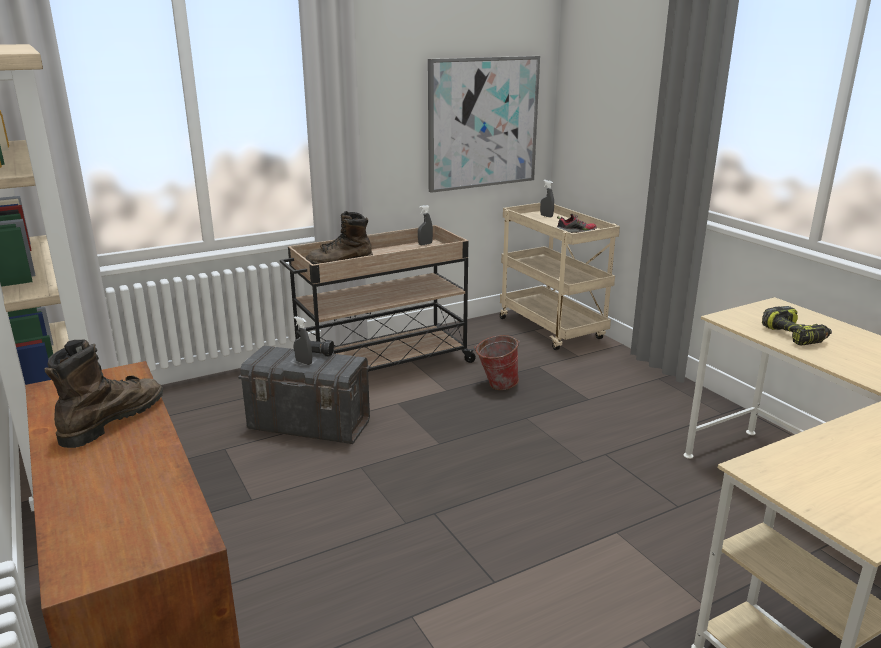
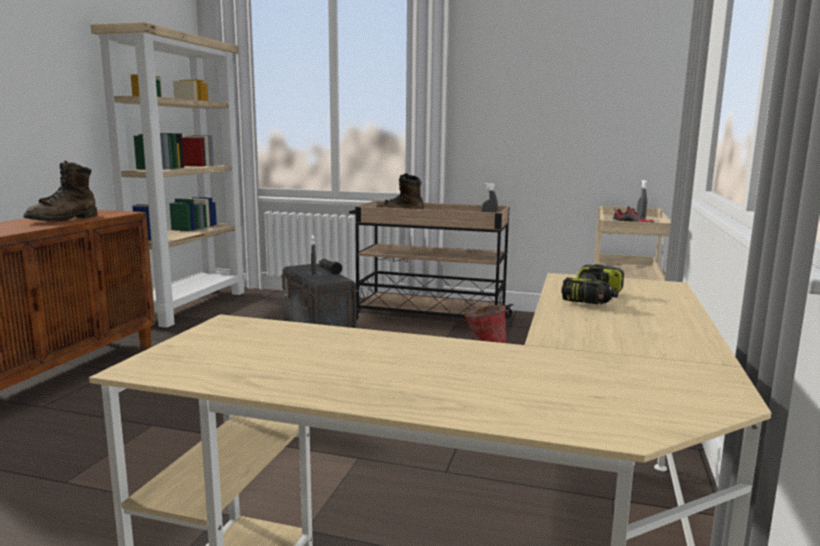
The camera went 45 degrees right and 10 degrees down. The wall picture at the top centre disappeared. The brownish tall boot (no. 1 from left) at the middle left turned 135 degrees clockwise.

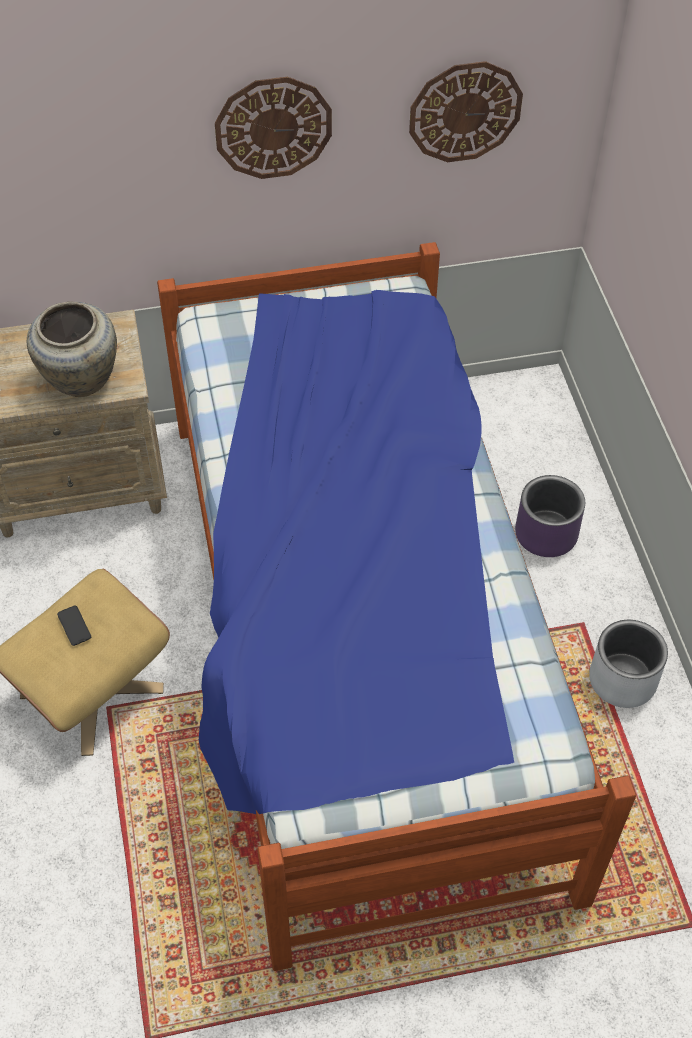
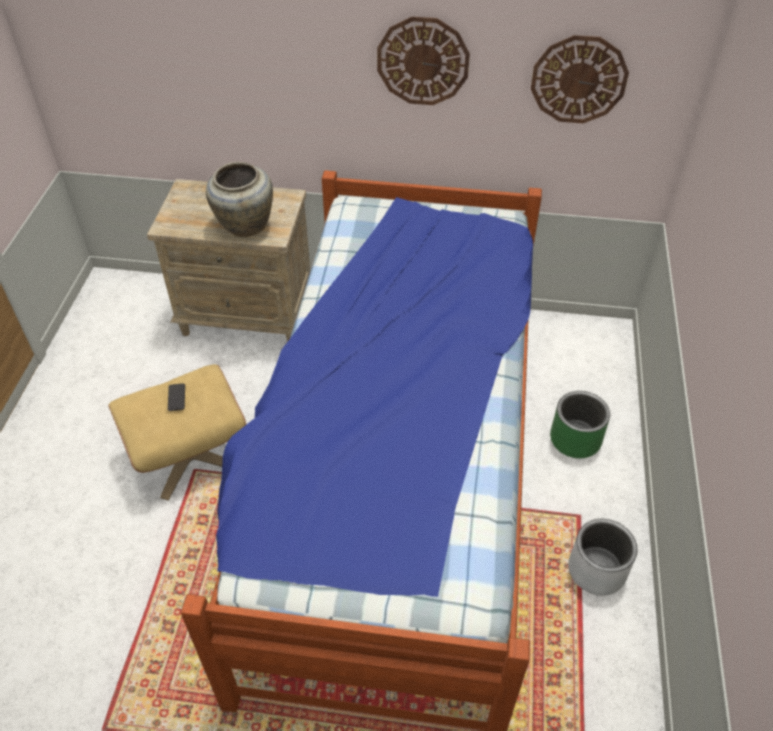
The camera went 20 degrees right and 5 degrees down. The purple planter at the middle right became the green-coloured planter at the middle right.

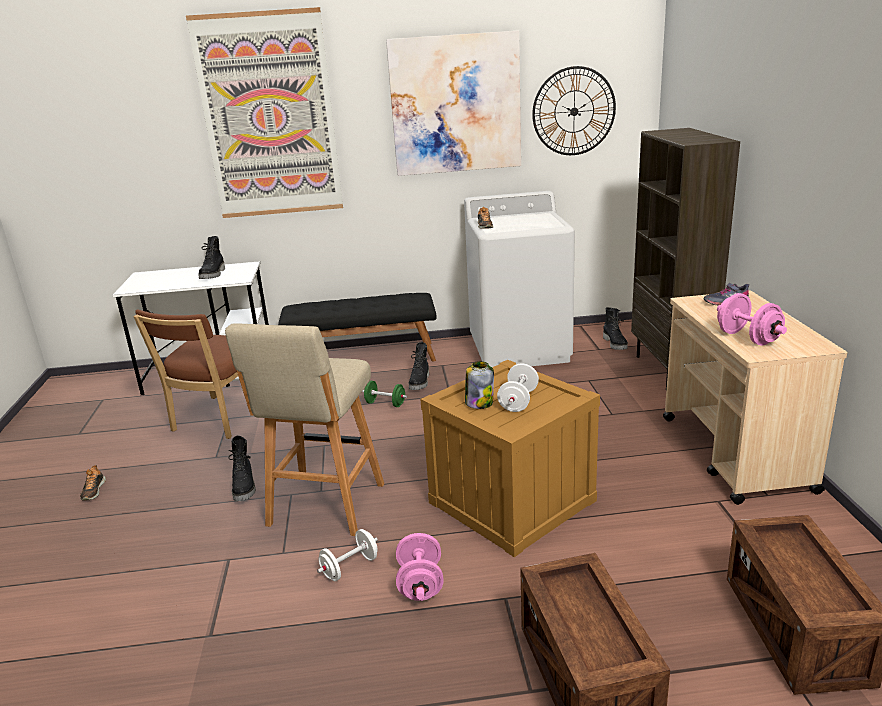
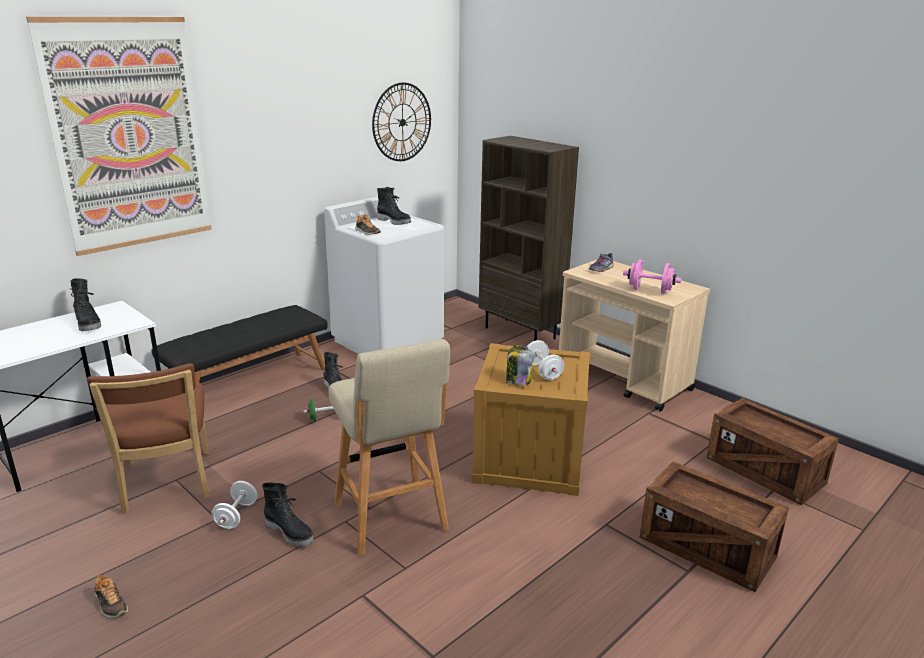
The camera went 40 degrees left and 0 degrees up. The wall picture (no. 2 from left) at the top centre disappeared. The black tall boot (no. 4 from left) moved from the middle right to the top centre. The white-coloured hand weight (no. 1 from left) moved from the bottom centre to the bottom left. The pink-coloured hand weight (no. 1 from left) at the bottom centre disappeared.

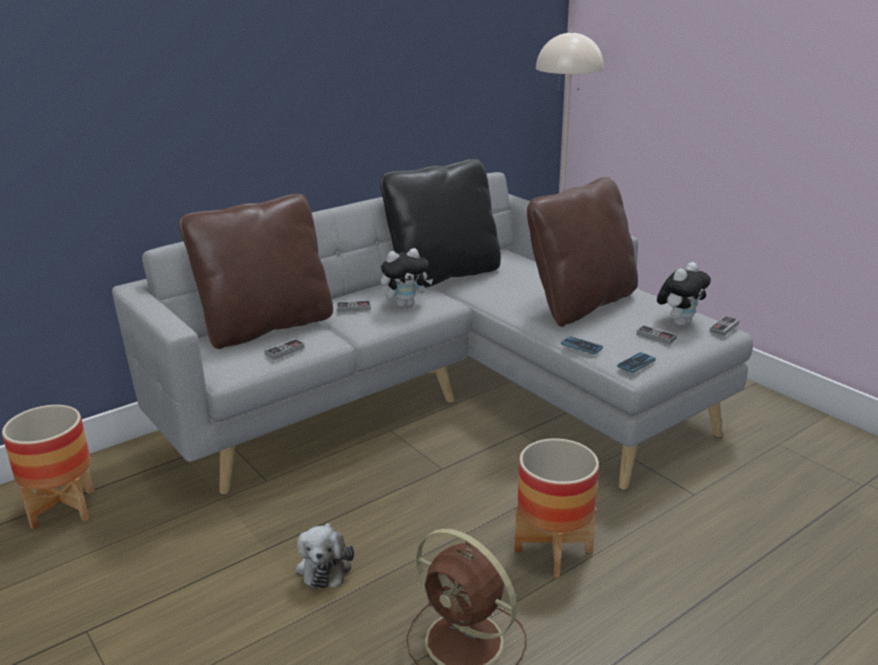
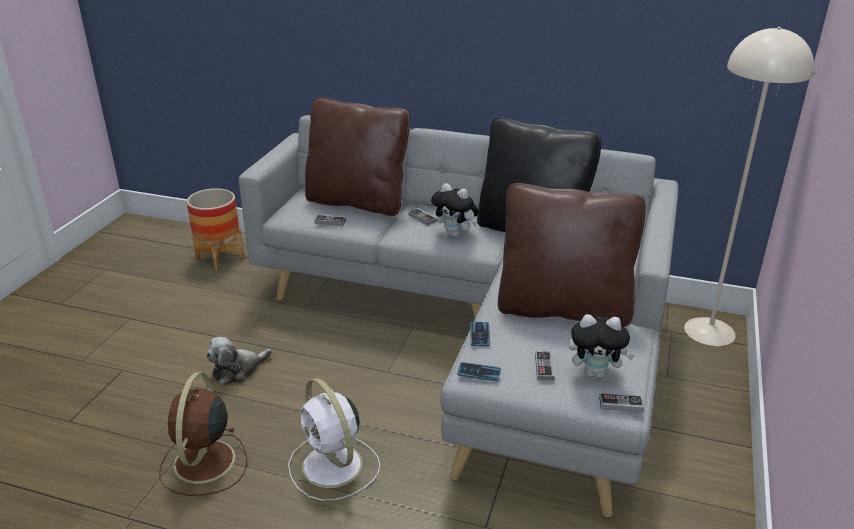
The camera went 55 degrees right and 5 degrees up. The planter (no. 2 from left) at the bottom centre was replaced by the white-coloured cooling fan at the bottom centre.

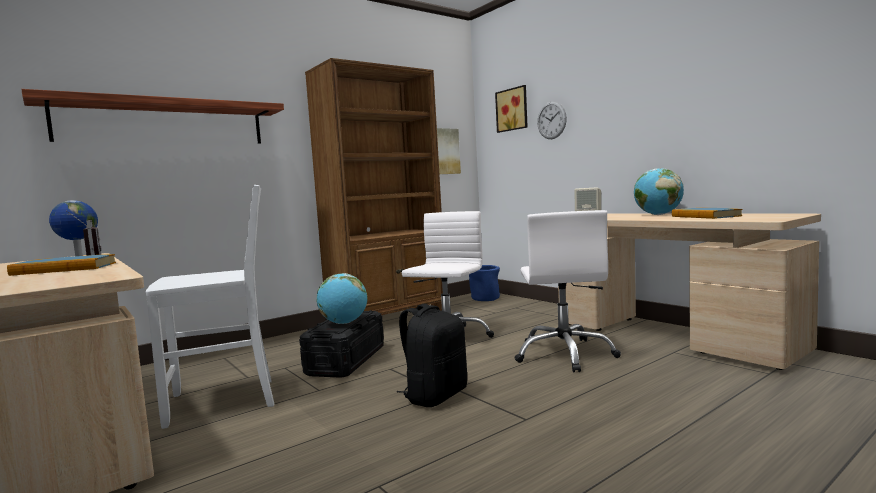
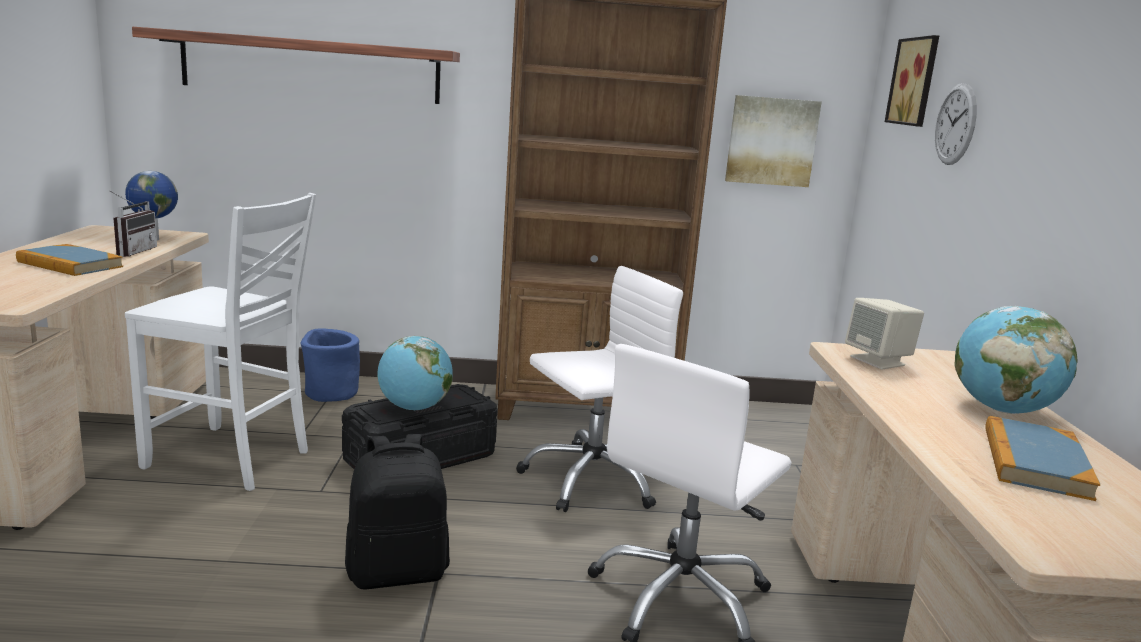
The camera went 35 degrees right and 10 degrees up. The bluish planter moved from the centre to the middle left.

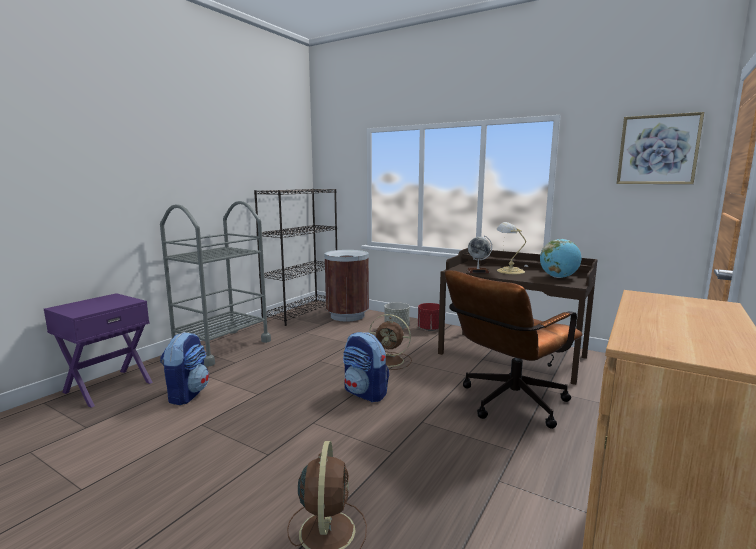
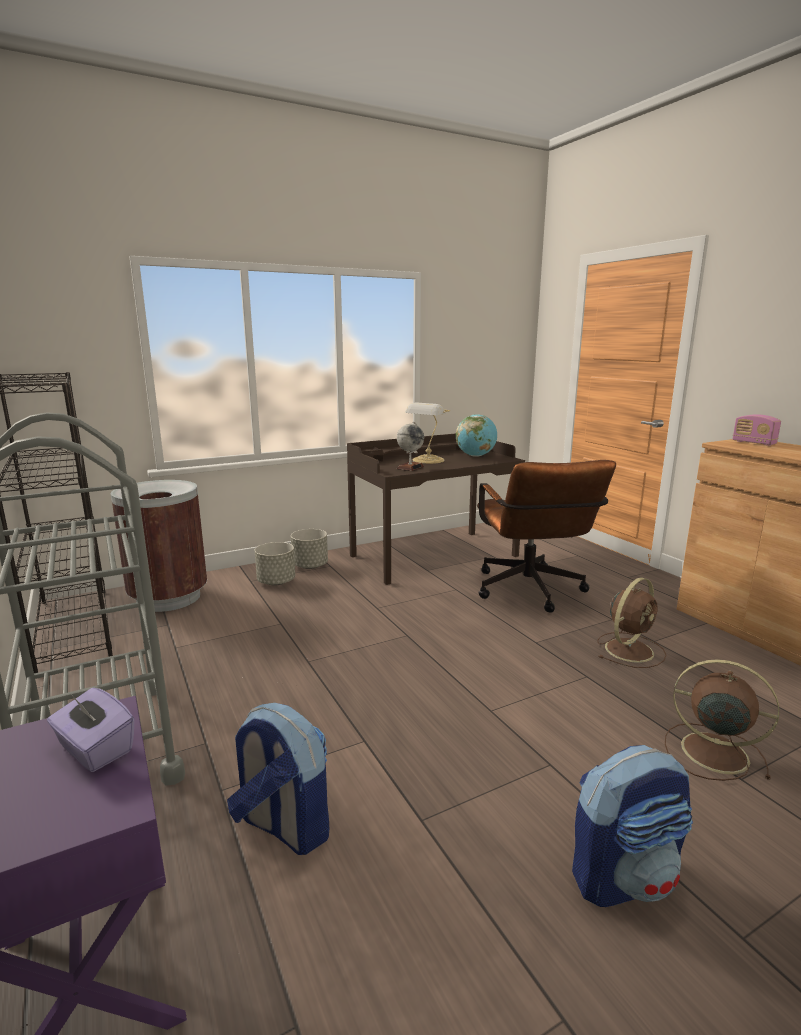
The camera went 60 degrees left and 5 degrees up. The wall picture at the top right disappeared. The red-coloured planter at the centre became the greyish planter (no. 2 from left) at the centre. The brownish cooling fan (no. 2 from left in the first image) moved from the centre to the middle right. The backpack (no. 2 from left) moved from the bottom centre to the bottom right. The radio set at the middle right appeared. The purple tissue holder at the bottom left appeared.

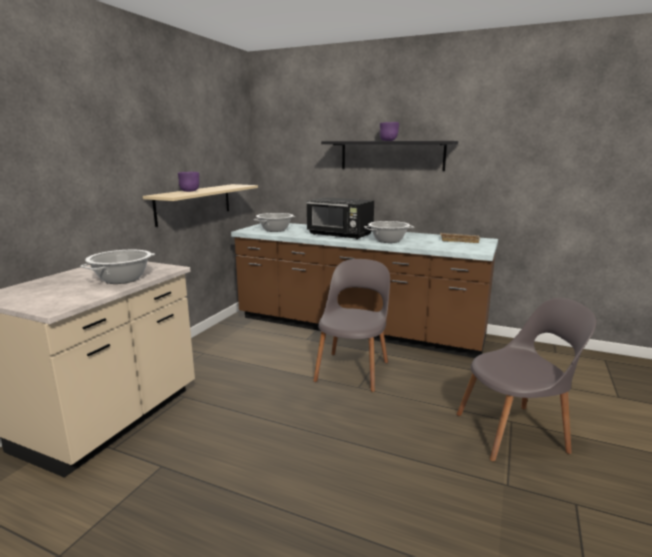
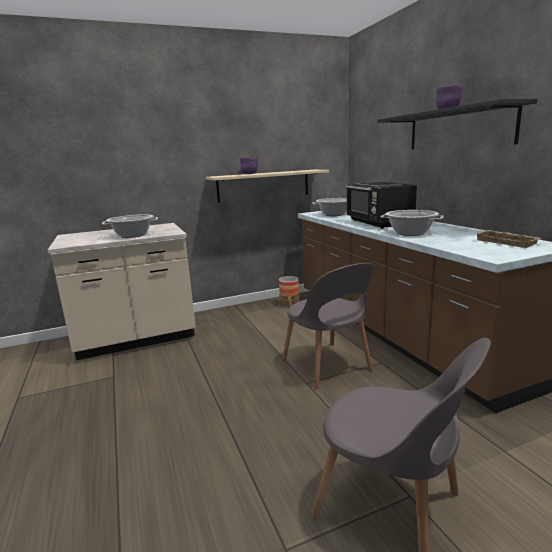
The camera went 45 degrees right and 0 degrees up. The greyish plain chair (no. 1 from left) at the centre turned 90 degrees clockwise. The planter at the centre appeared.

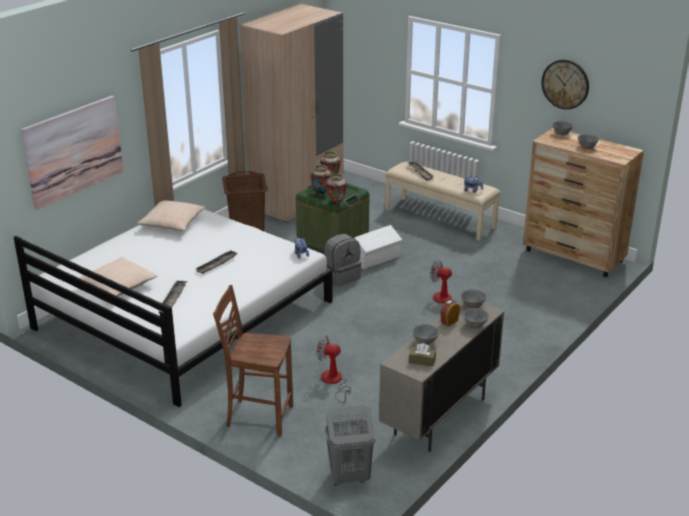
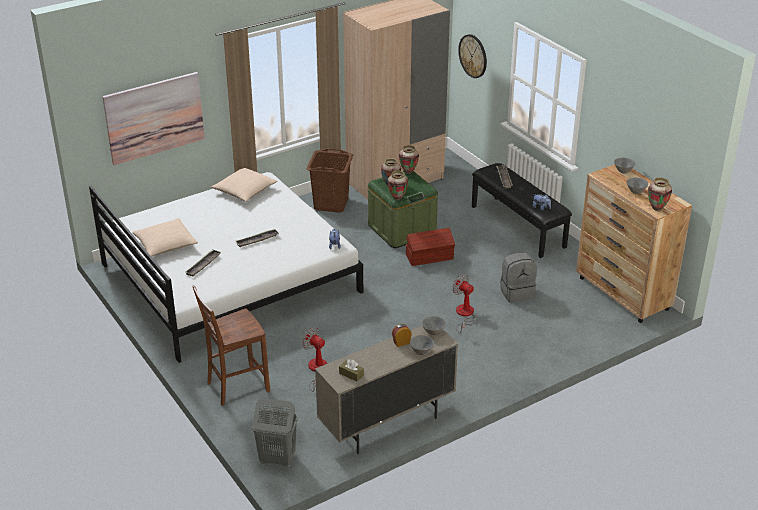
The camera went 20 degrees right and 5 degrees up. The wall clock moved from the top right to the top centre. The beige-coloured indoor bench at the centre became the black indoor bench at the middle right. The white-coloured storage container at the centre became the brownish storage container at the centre. The greyish backpack moved from the centre to the middle right. The brownish plain chair at the bottom centre turned 60 degrees counterclockwise. The greyish bowl (no. 1 from left) at the centre disappeared. The decorative vase (no. 4 from left) at the middle right appeared.

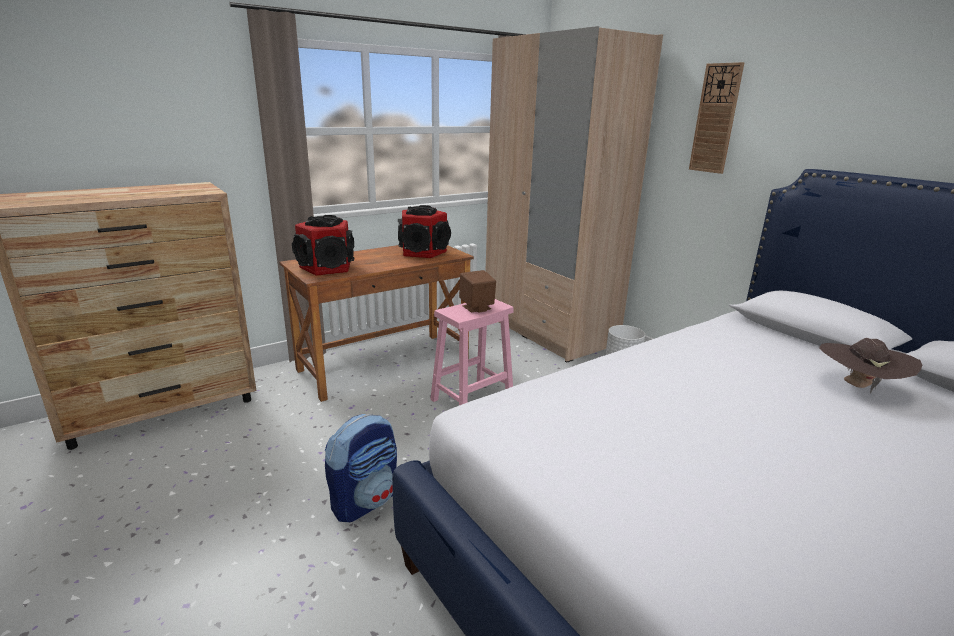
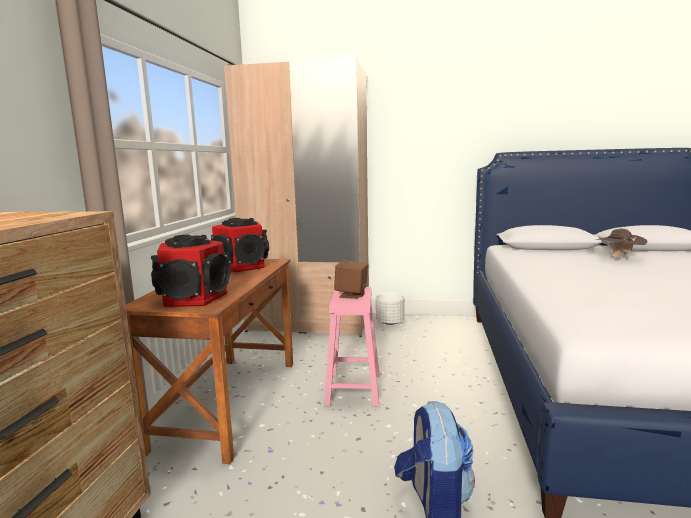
The camera went 45 degrees left and 10 degrees down. The wall clock at the top right disappeared.

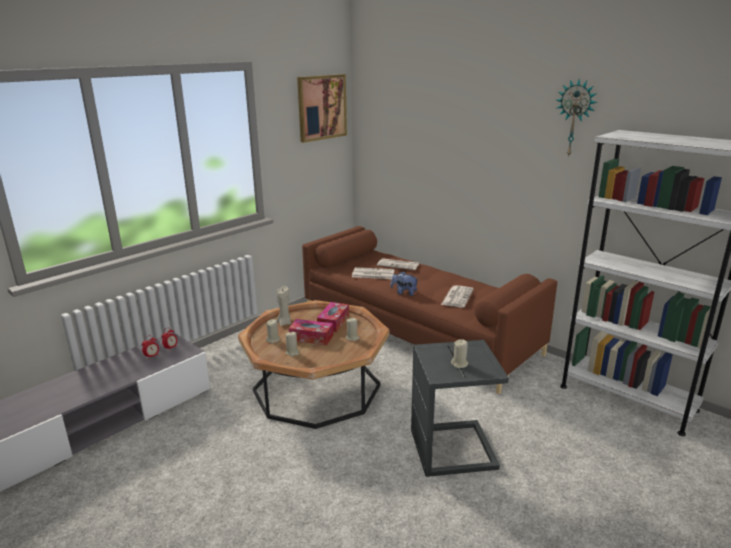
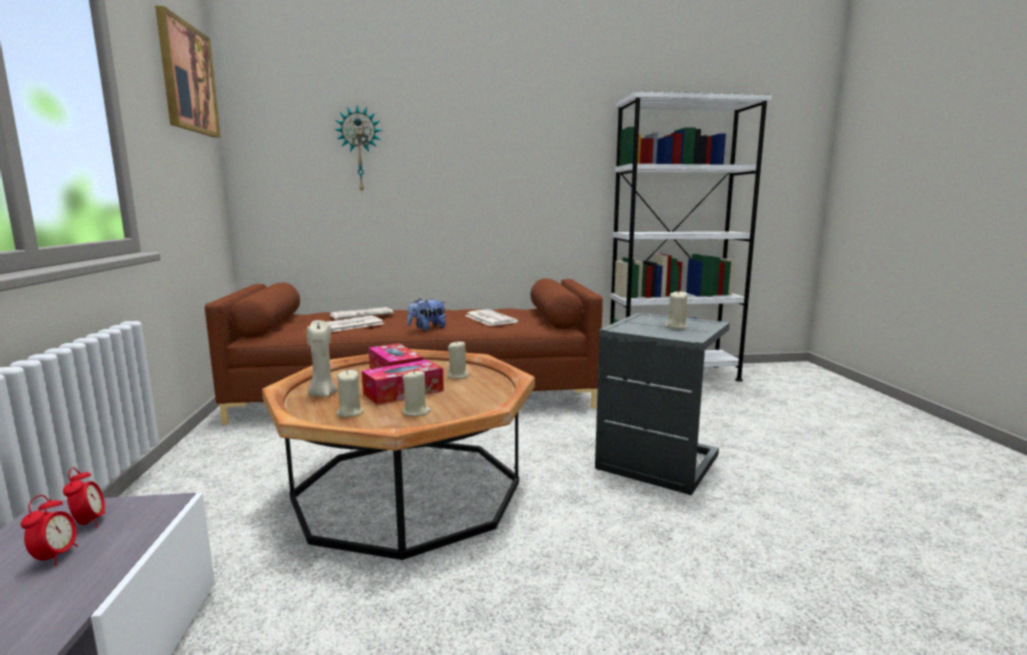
The camera went 50 degrees left and 10 degrees down. The wall clock moved from the top right to the top centre.

